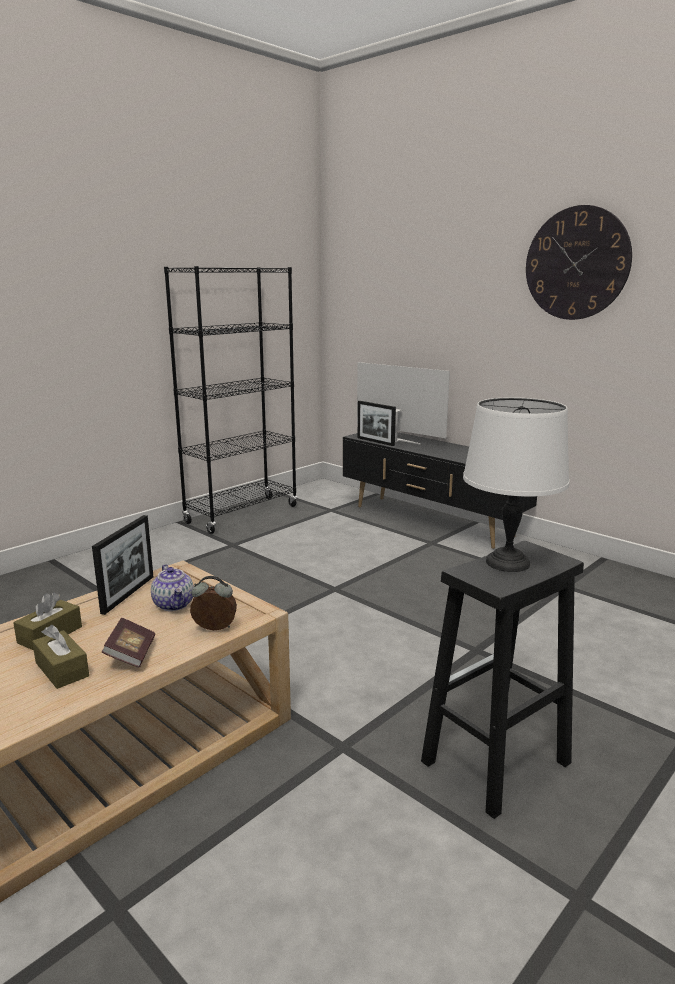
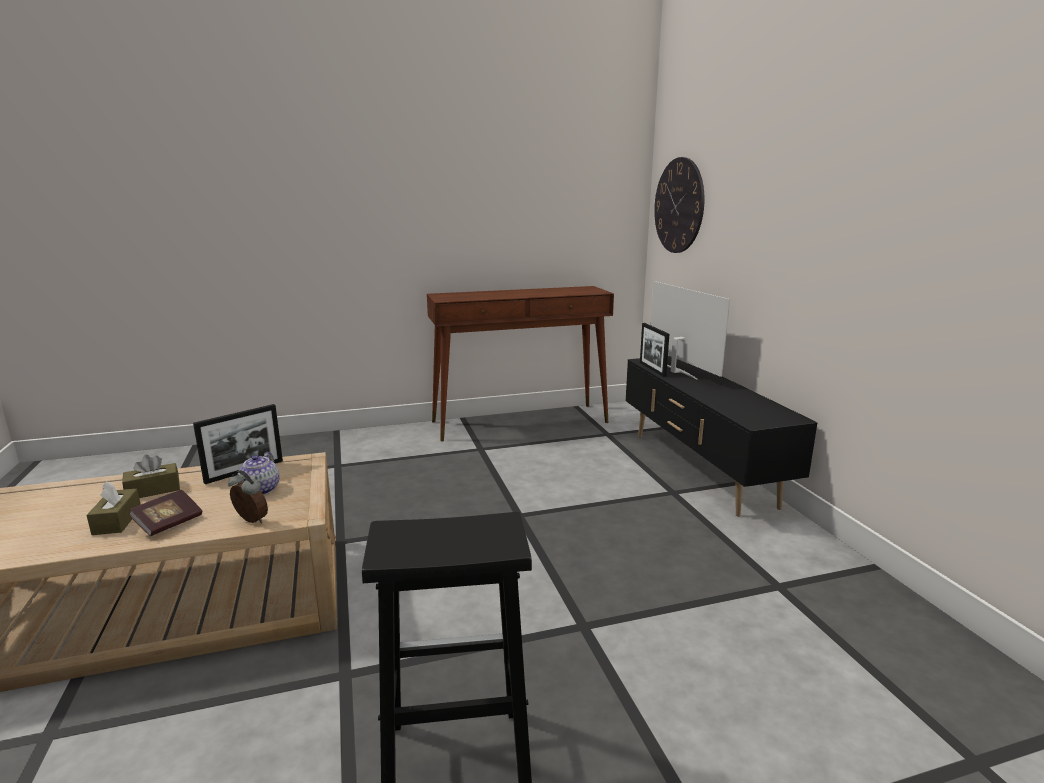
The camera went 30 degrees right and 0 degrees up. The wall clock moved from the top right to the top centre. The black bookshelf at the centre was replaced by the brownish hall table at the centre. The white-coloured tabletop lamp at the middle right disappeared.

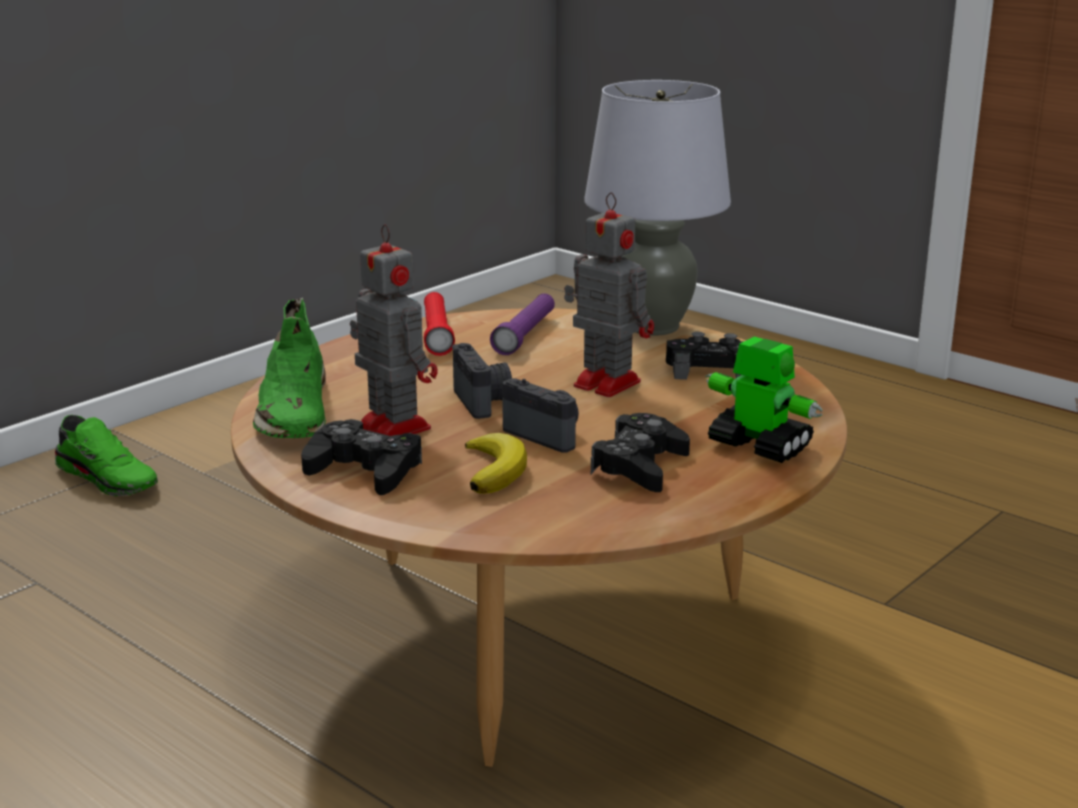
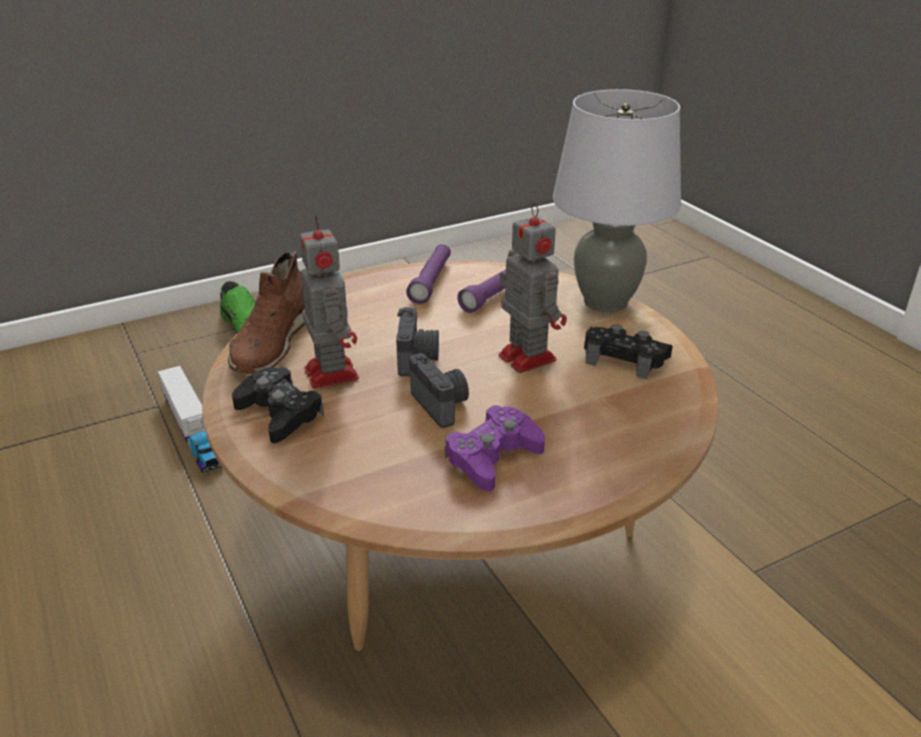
The camera went 20 degrees right and 10 degrees up. The red-coloured torch at the centre became the purple torch (no. 1 from left) at the centre. The green-coloured item of footwear (no. 2 from left) at the middle left became the brownish item of footwear at the middle left. The robot figure (no. 3 from left) at the middle right disappeared. The black gamepad (no. 2 from left) at the centre became the purple gamepad at the centre. The whole banana at the centre disappeared. The model truck at the middle left appeared.

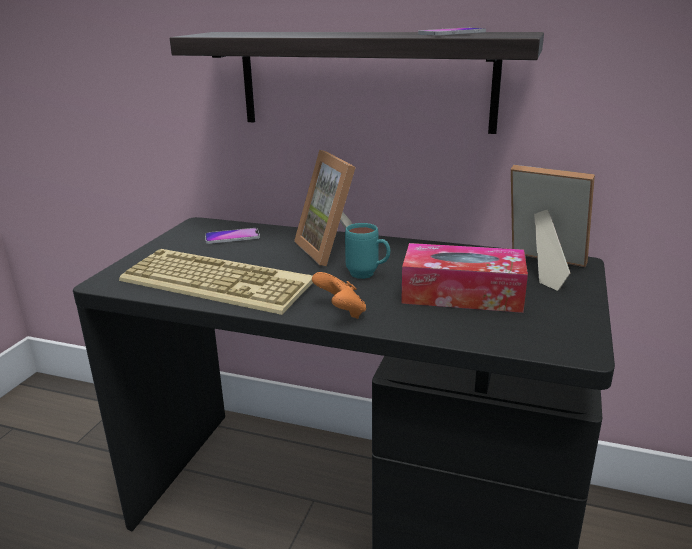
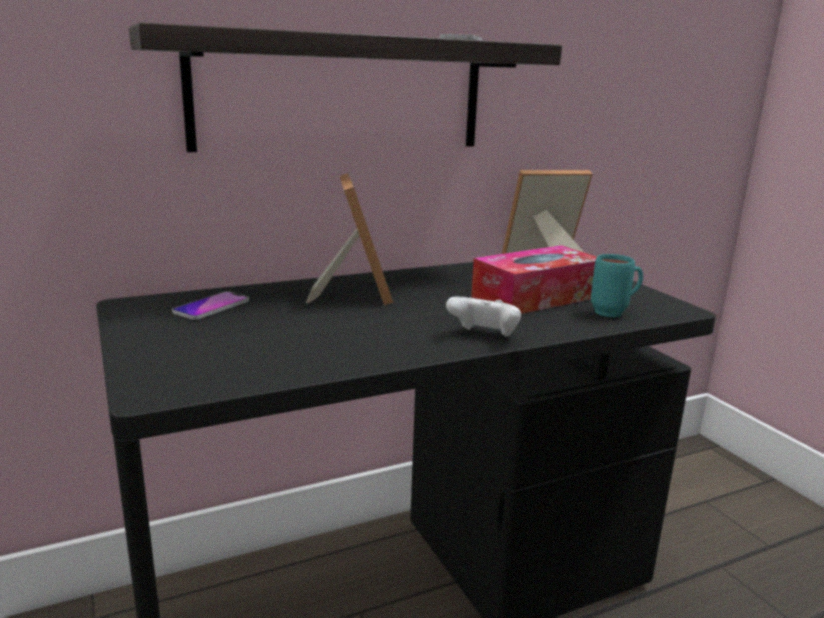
The camera went 45 degrees left and 5 degrees down. The picture frame (no. 1 from left) at the centre turned 120 degrees counterclockwise. The turquoise-coloured coffee mug moved from the centre to the middle right. The PC keyboard at the middle left disappeared. The orange gamepad at the centre became the white-coloured gamepad at the centre.

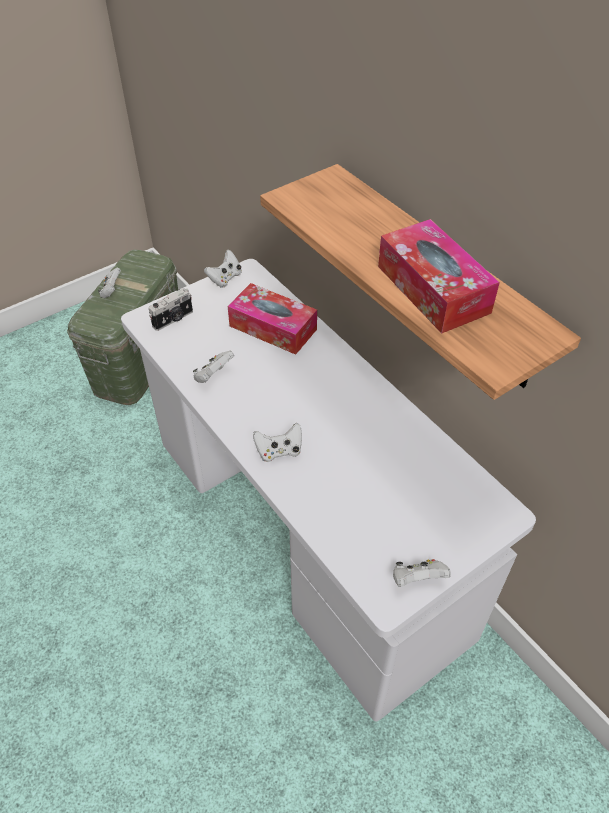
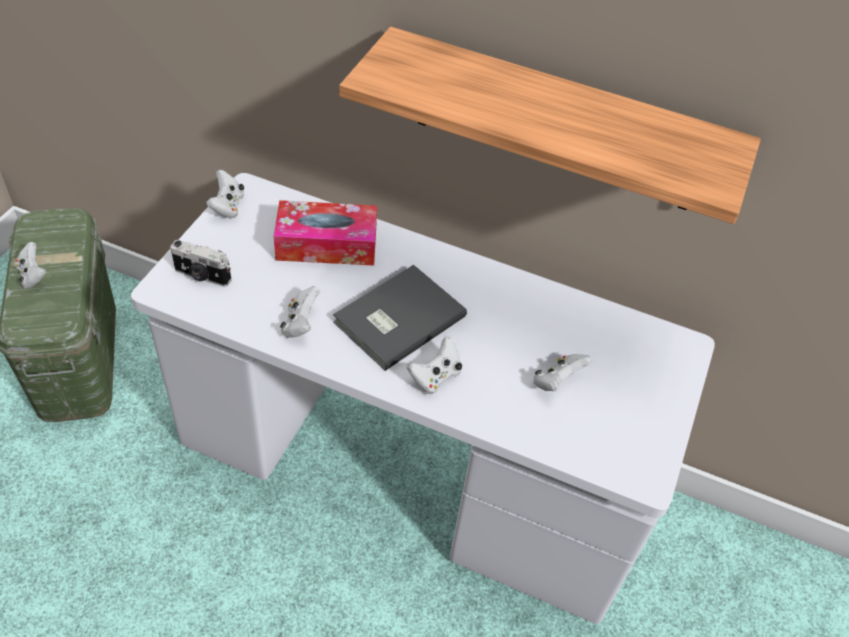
The camera went 35 degrees left and 0 degrees up. The tissue holder (no. 2 from left) at the middle right disappeared. The still camera at the middle left turned 90 degrees clockwise. The white-coloured gamepad (no. 5 from left) moved from the bottom right to the centre. The greyish volume at the centre appeared.

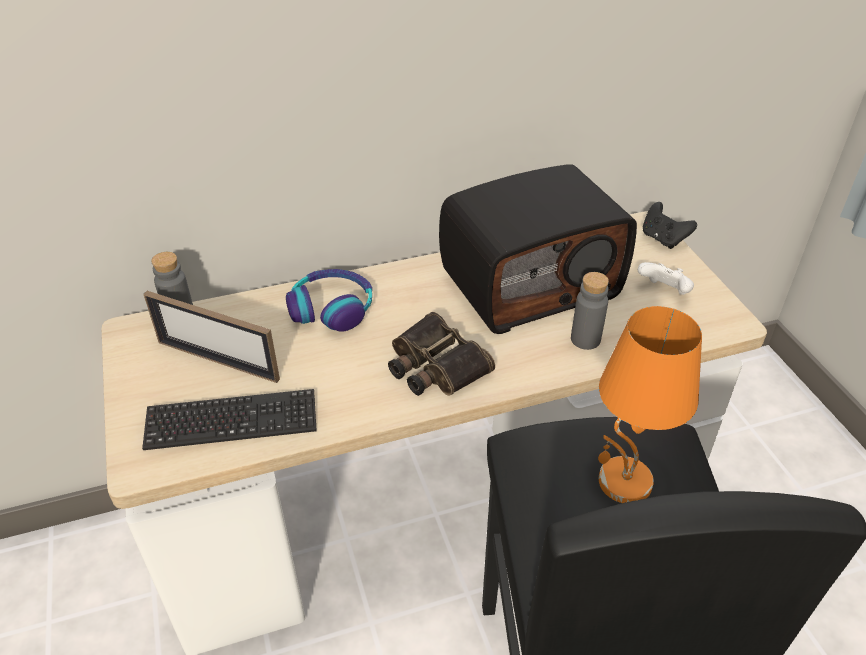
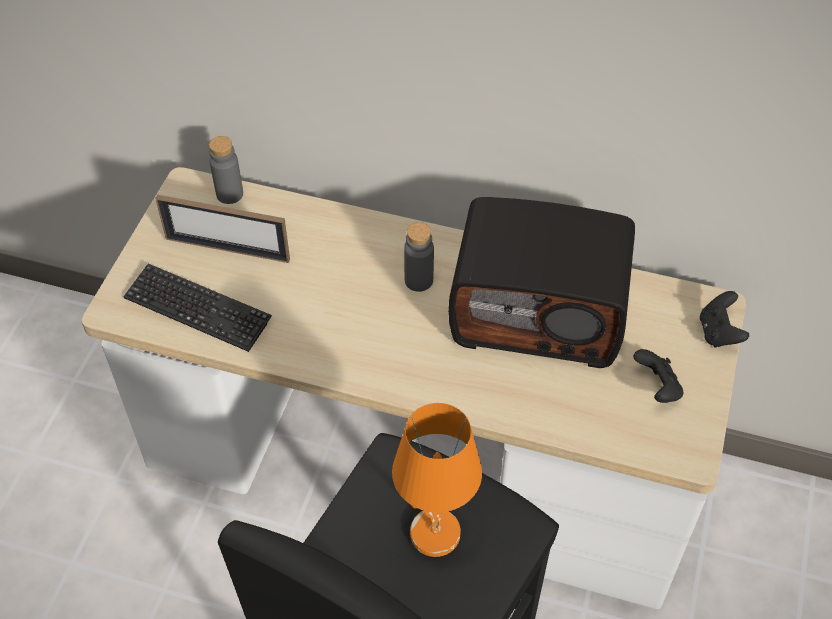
The camera went 35 degrees right and 10 degrees up. The white-coloured gamepad at the middle right became the black gamepad (no. 1 from left) at the middle right. The headset at the centre disappeared. The greyish beverage bottle (no. 2 from left) moved from the middle right to the centre. The picture frame at the middle left turned 45 degrees counterclockwise. The field glasses at the centre disappeared.

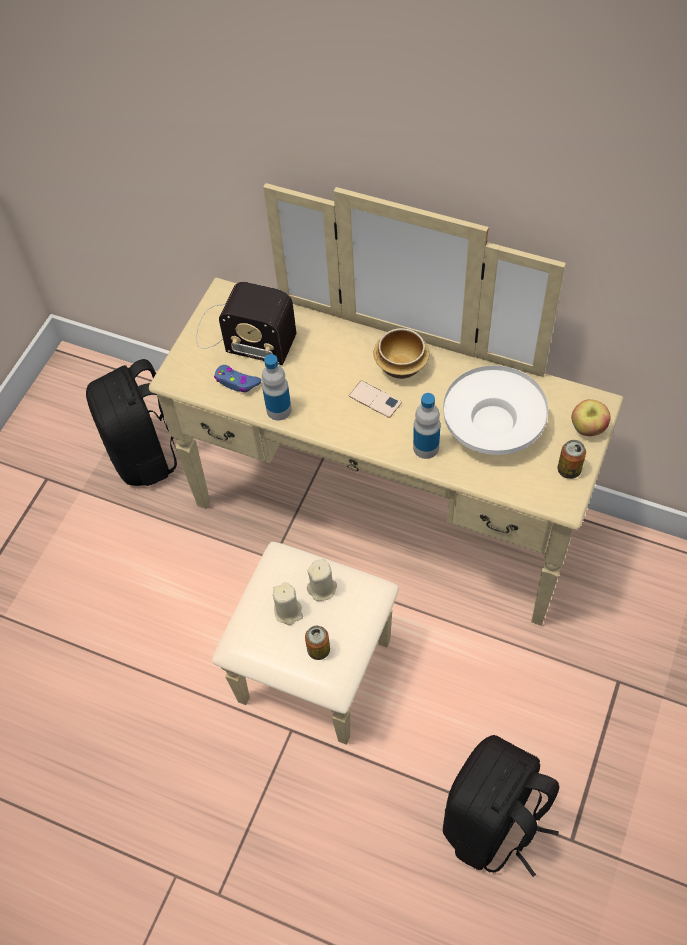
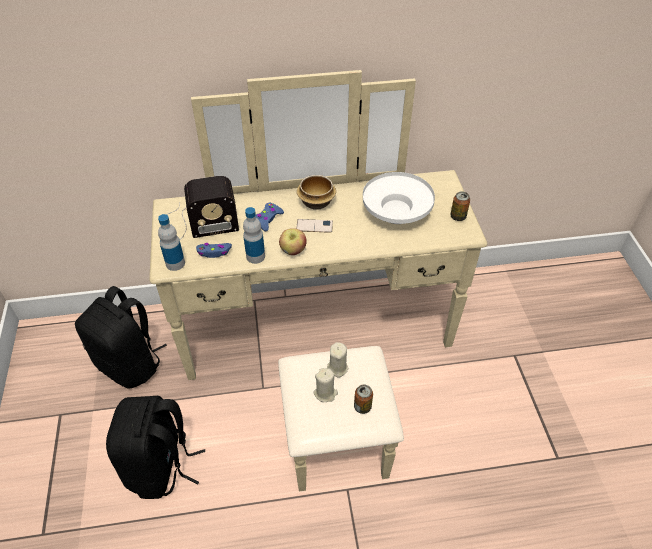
The camera went 35 degrees left and 10 degrees down. The beverage bottle (no. 2 from left in the first image) moved from the centre to the middle left. The apple fruit moved from the middle right to the centre. The black backpack (no. 2 from left) moved from the bottom right to the bottom left. The bluish gamepad (no. 2 from left) at the centre appeared.

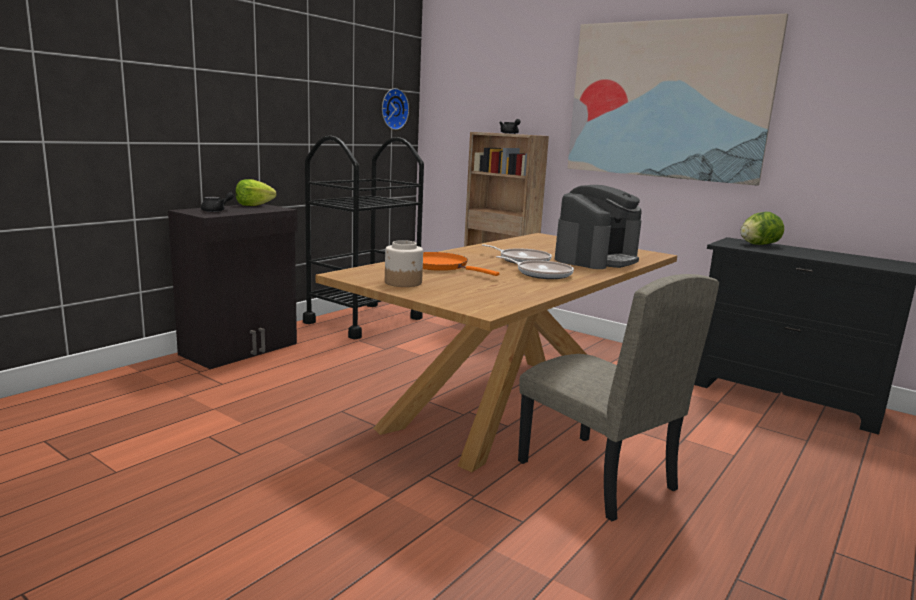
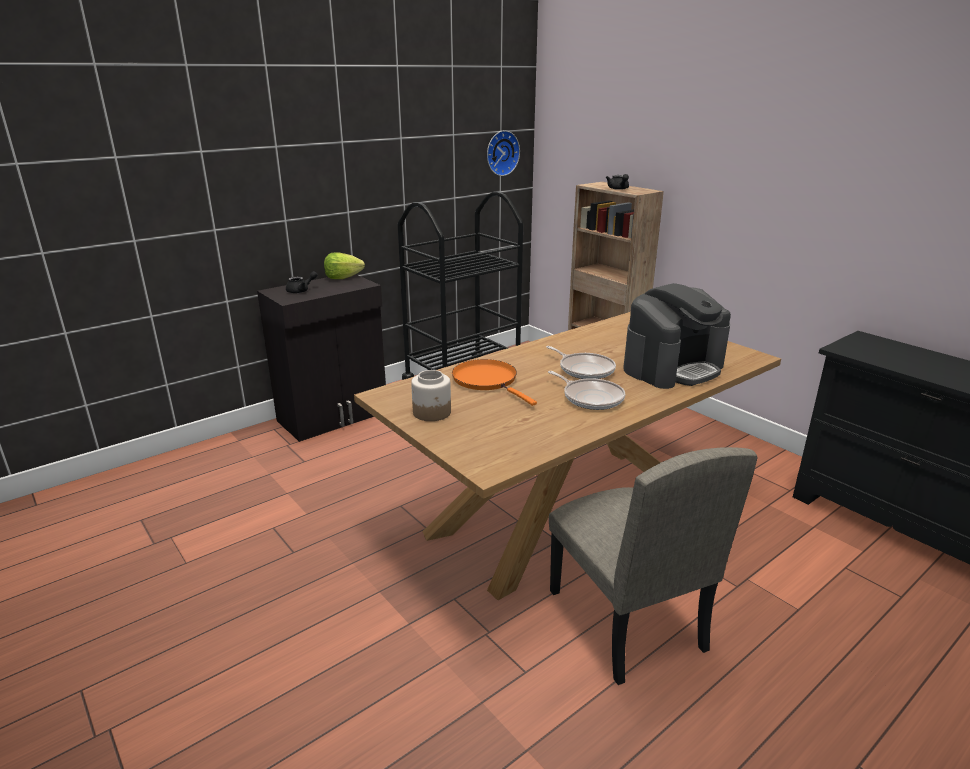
The camera went 15 degrees right and 10 degrees up. The wall picture at the top right disappeared. The head of lettuce (no. 2 from left) at the middle right disappeared.

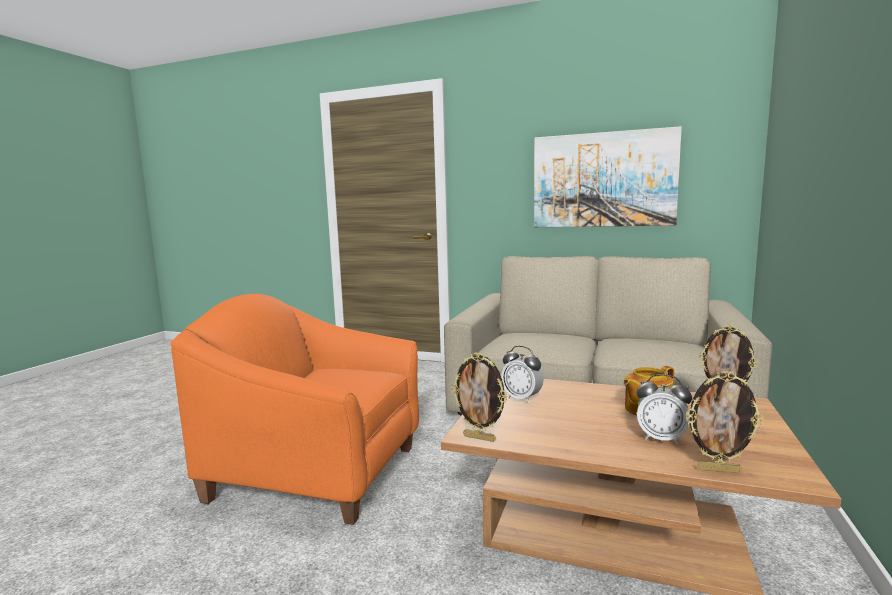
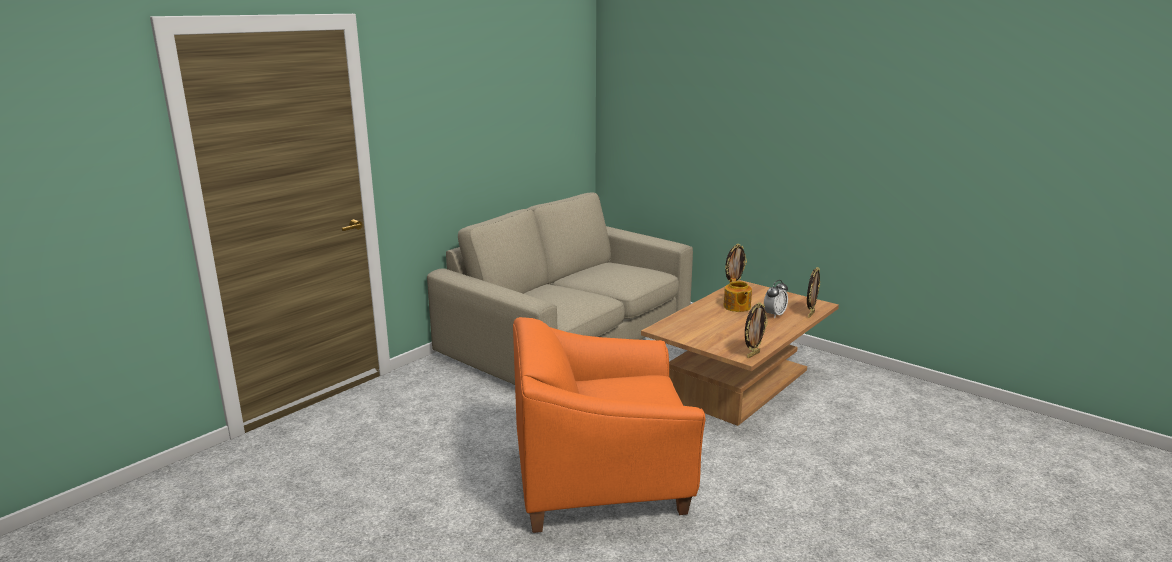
The camera went 70 degrees left and 10 degrees up. The wall picture at the top right disappeared. The orange lounge chair at the bottom left turned 45 degrees clockwise. The table clock (no. 1 from left) at the centre disappeared.

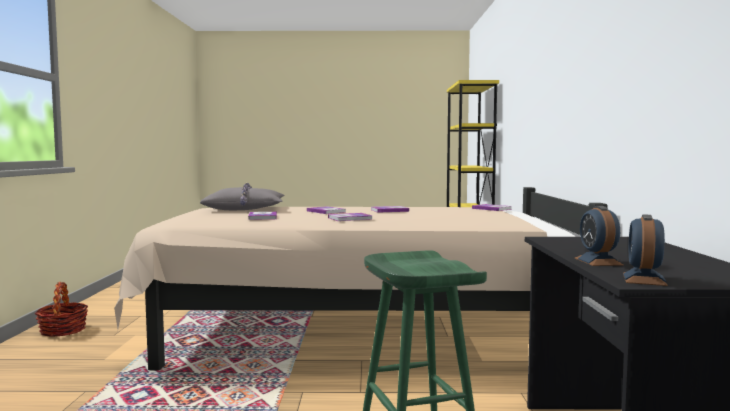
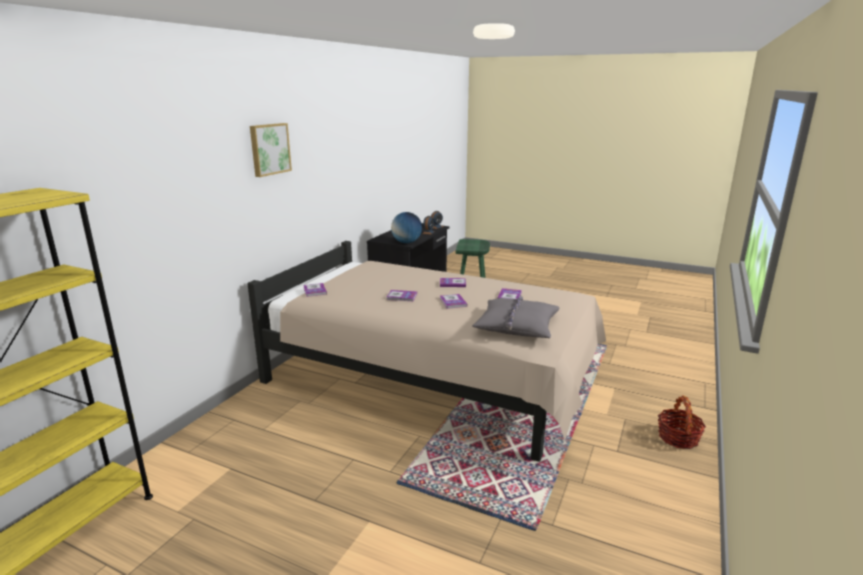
The camera went 155 degrees left and 15 degrees up. The wall picture at the top left appeared. The globe at the centre appeared.

